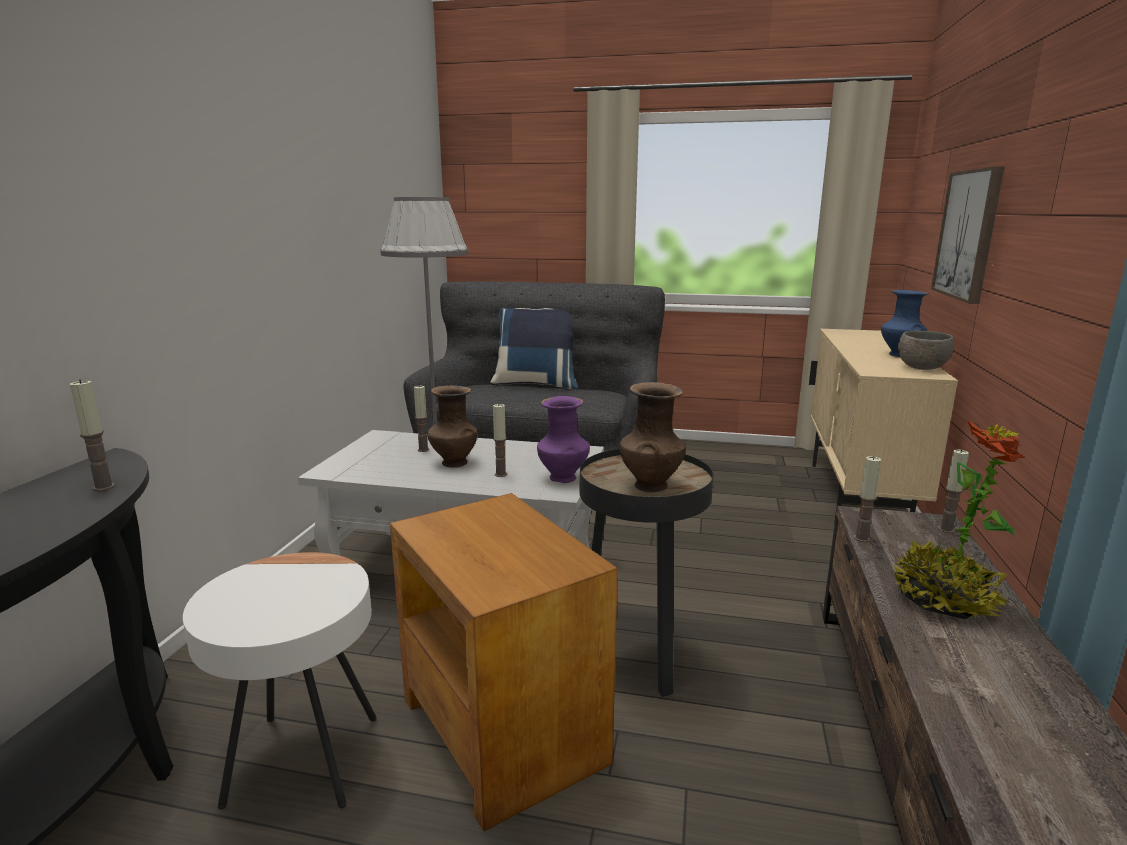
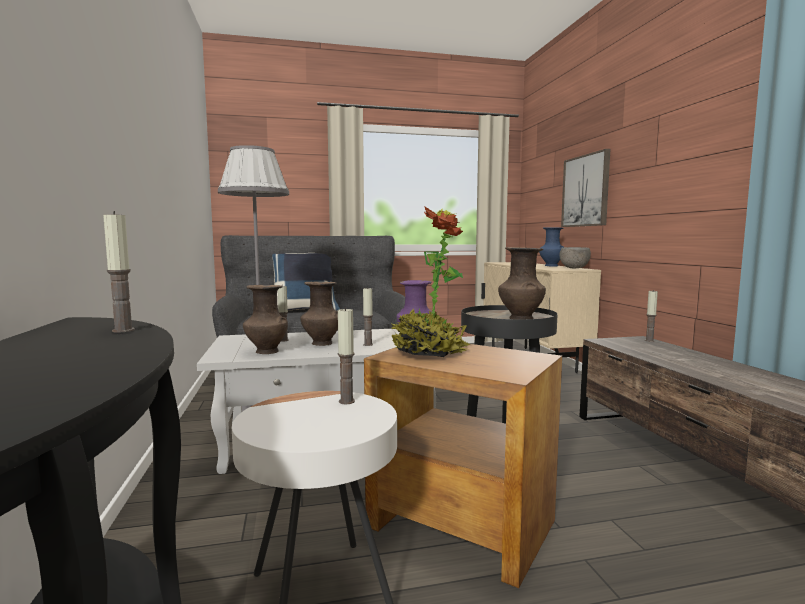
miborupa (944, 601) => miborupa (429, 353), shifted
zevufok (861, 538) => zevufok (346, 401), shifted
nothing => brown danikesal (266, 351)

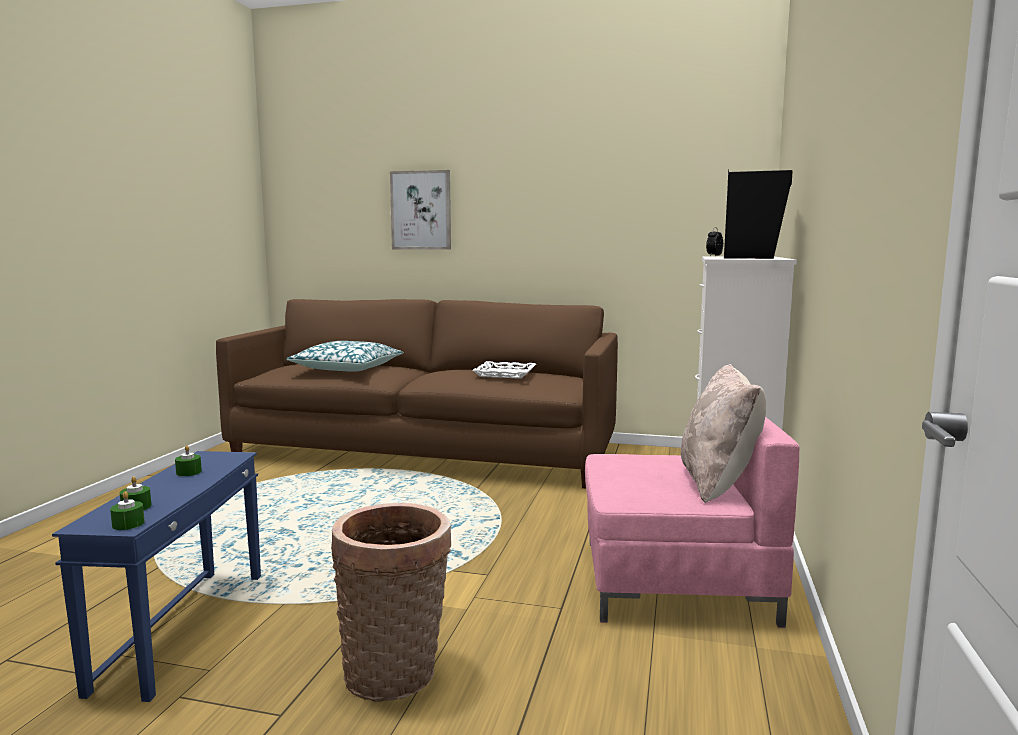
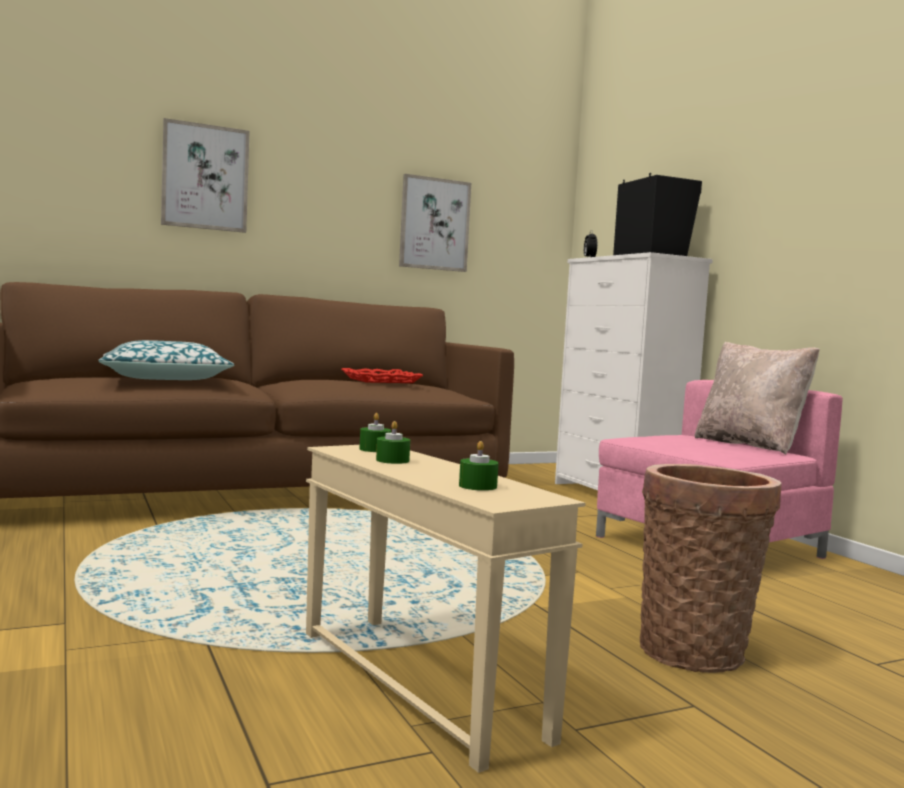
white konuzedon (505, 374) => red konuzedon (381, 380)
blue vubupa (185, 629) => beige vubupa (419, 683)
green zevufok (128, 524) => green zevufok (374, 449), shifted
nothing => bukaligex (434, 224)

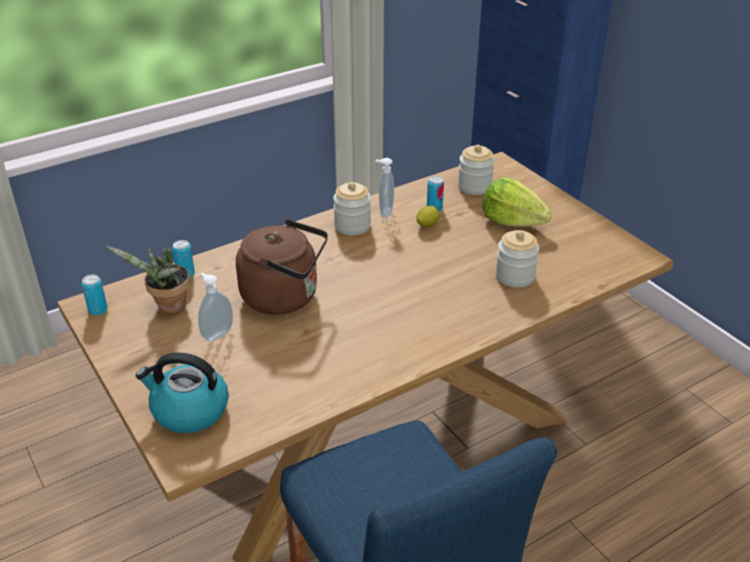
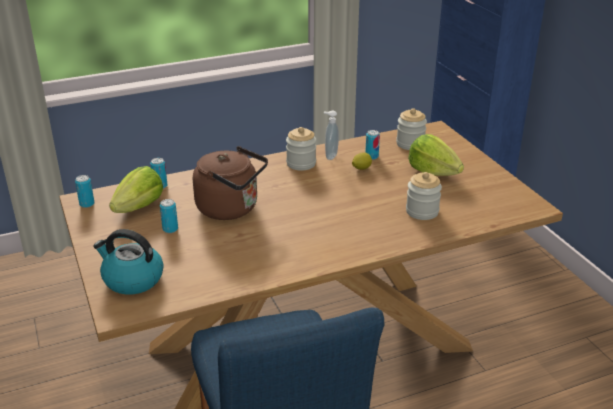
miborupa (168, 307) => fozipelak (139, 207)
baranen (216, 334) => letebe (170, 229)

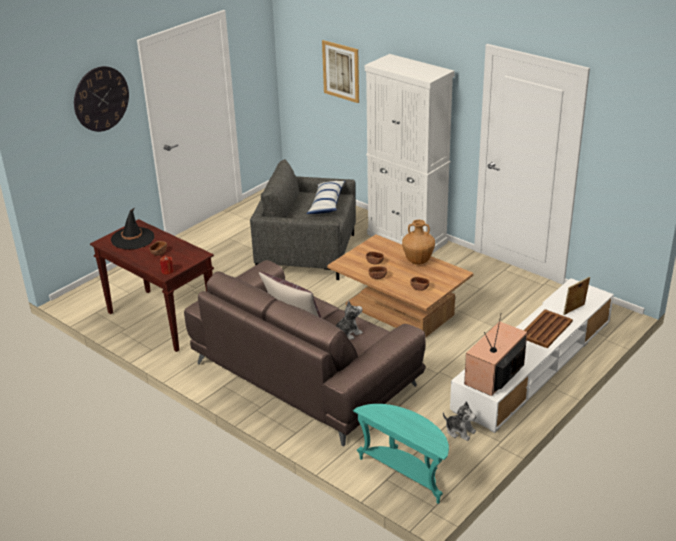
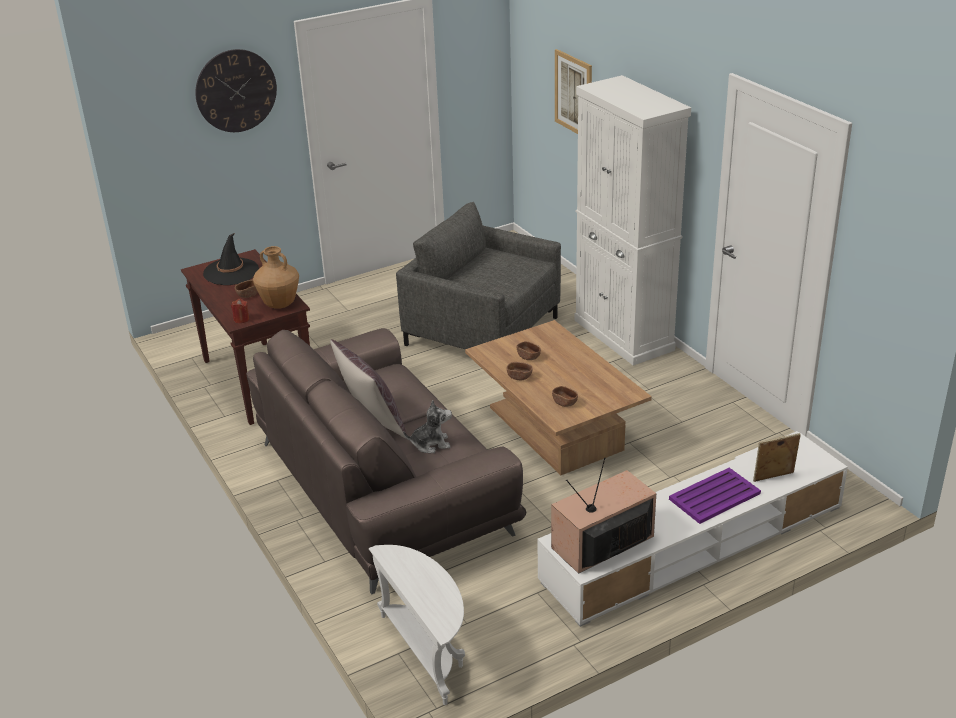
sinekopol (326, 203) => nothing
brown danikesal (418, 261) => brown danikesal (280, 304), shifted
brown konuzedon (546, 329) => purple konuzedon (715, 496)
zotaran (460, 431) => nothing
turquoise vubupa (405, 473) => white vubupa (427, 651)

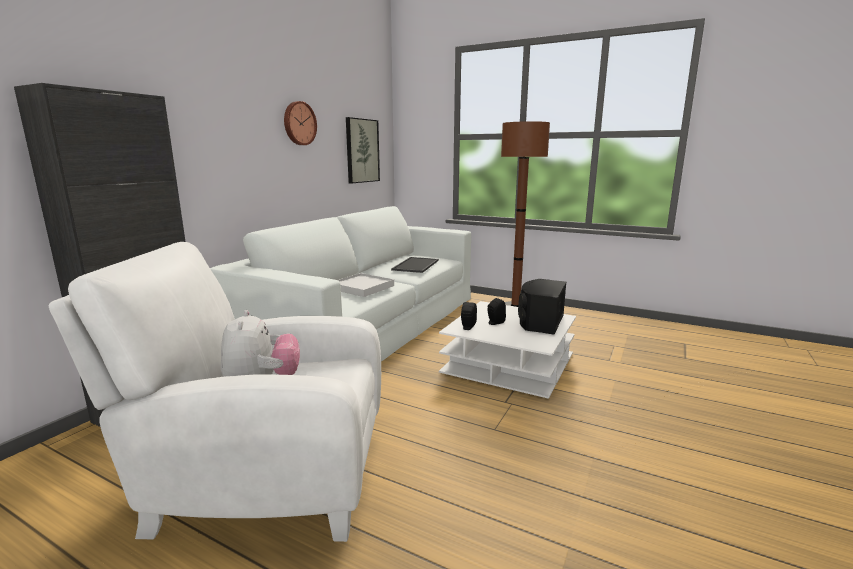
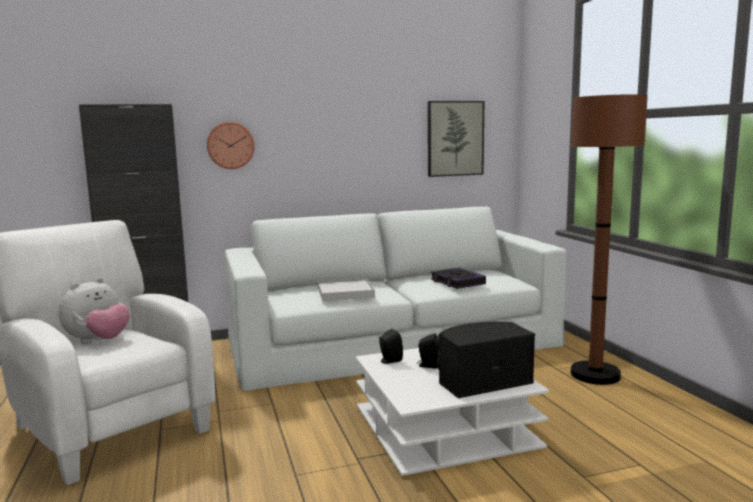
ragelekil (299, 123) => ragelekil (230, 145), shifted
konuzedon (416, 265) => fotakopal (457, 282)

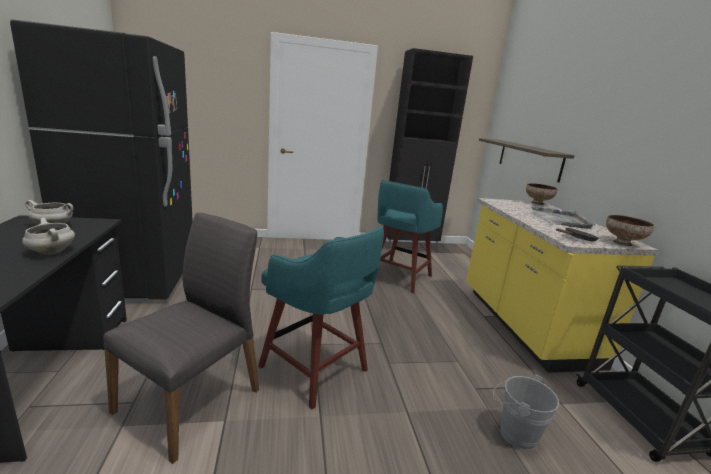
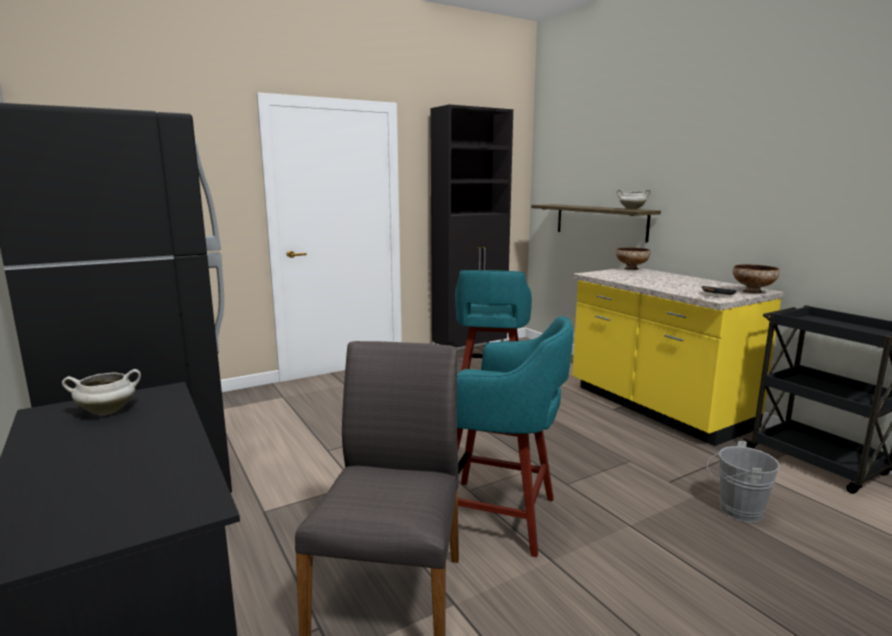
grey konuzedon (561, 220) => nothing
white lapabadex (51, 252) => white lapabadex (631, 209), shifted

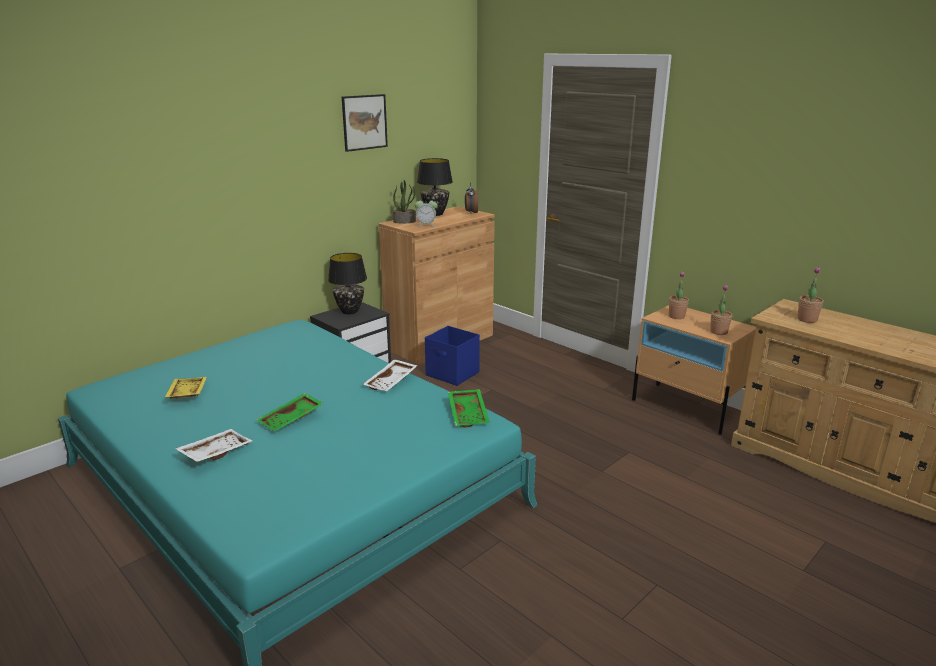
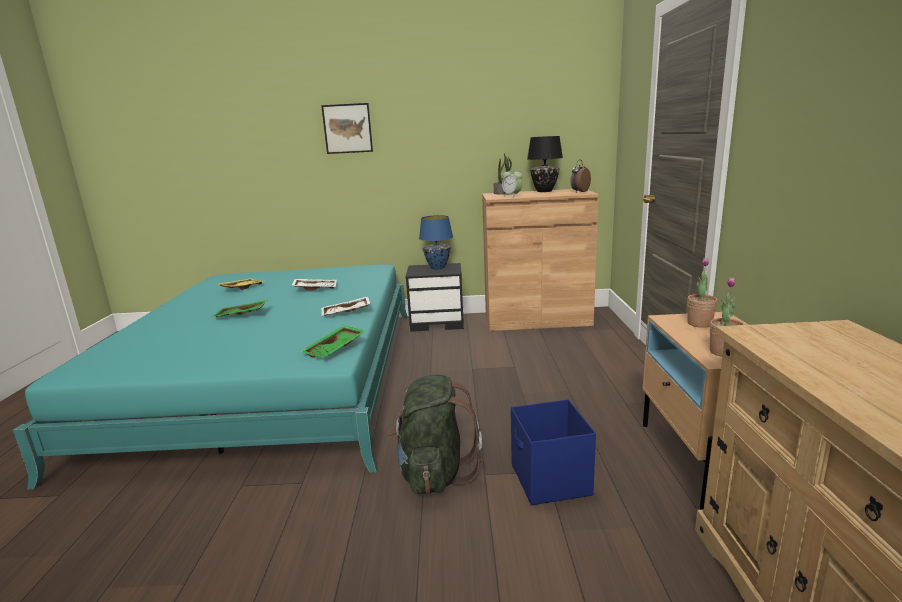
bukaligex (364, 122) => bukaligex (347, 128), shifted
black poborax (349, 311) => blue poborax (437, 267)
miborupa (807, 319) => nothing
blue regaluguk (453, 374) => blue regaluguk (550, 480), shifted
white konuzedon (215, 452) => white konuzedon (315, 288), shifted
nothing => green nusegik (434, 473)

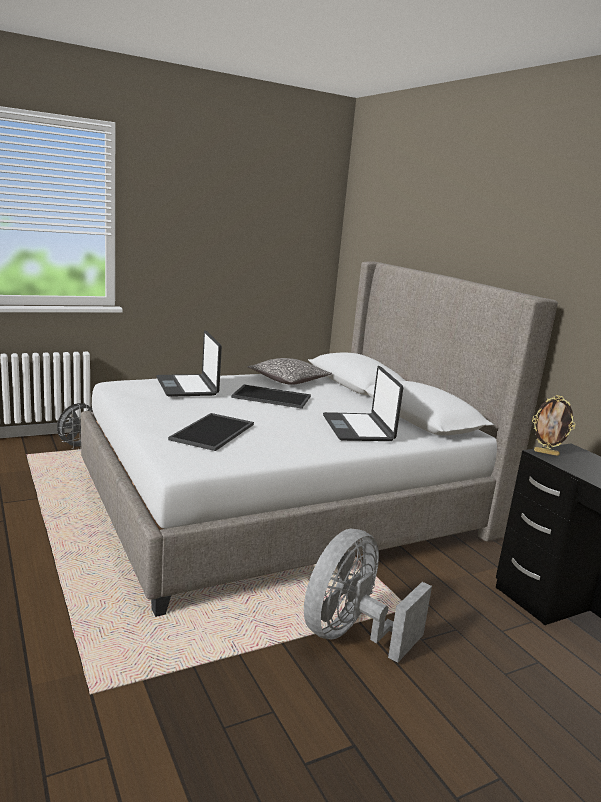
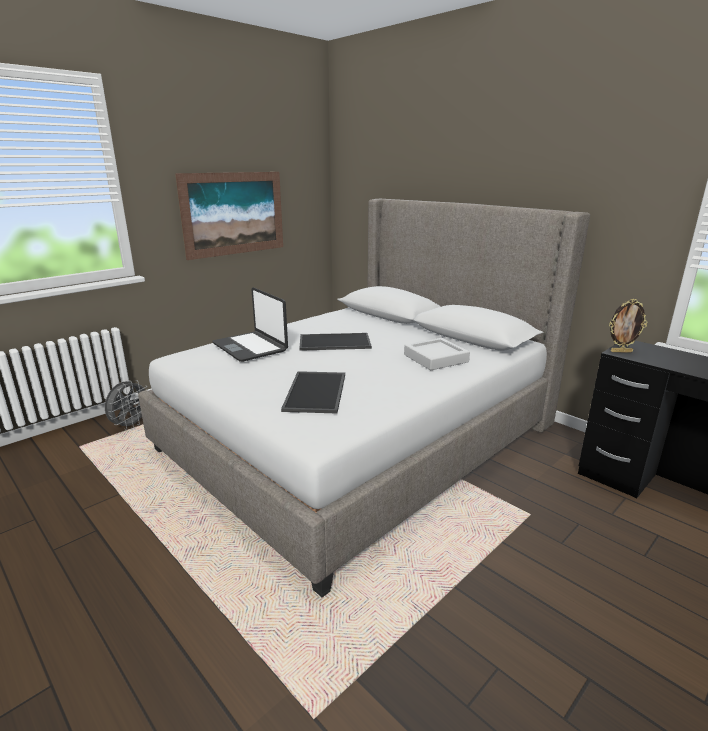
sinekopol (289, 380) => nothing
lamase (358, 428) => grey konuzedon (435, 358)
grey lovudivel (351, 634) => nothing
nothing => bukaligex (234, 213)

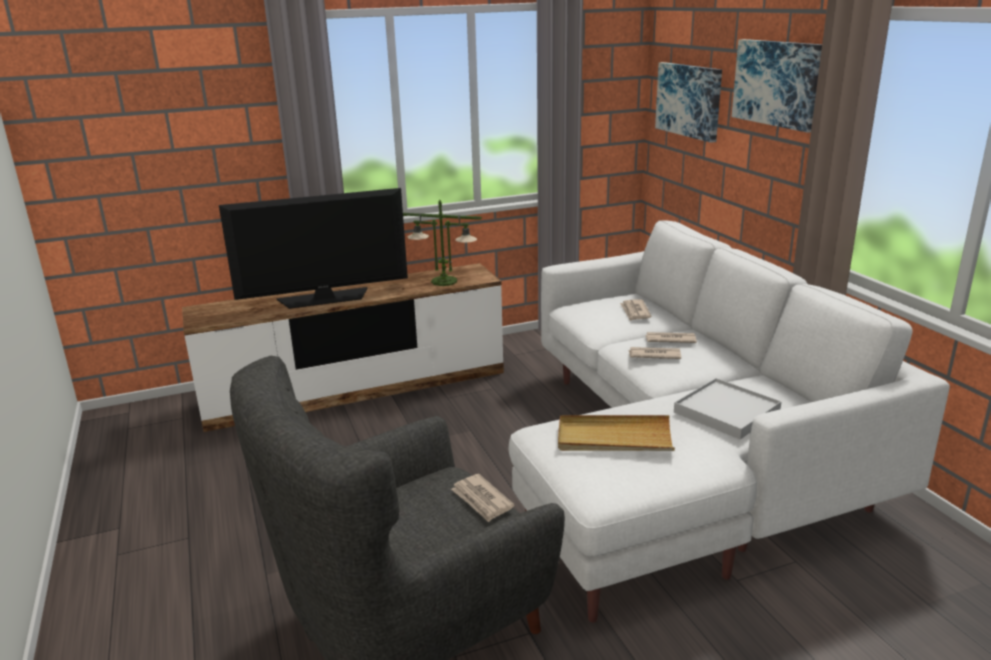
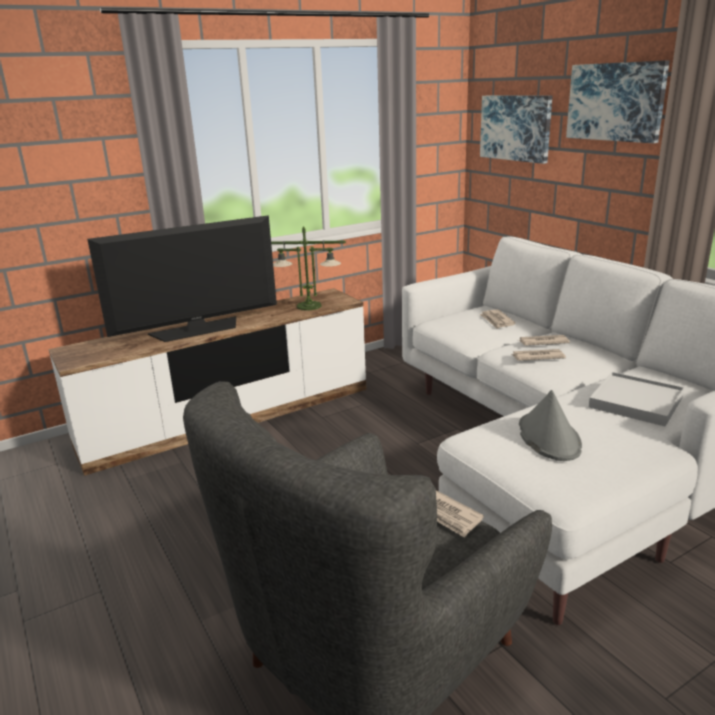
beige konuzedon (614, 438) => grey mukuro (548, 437)

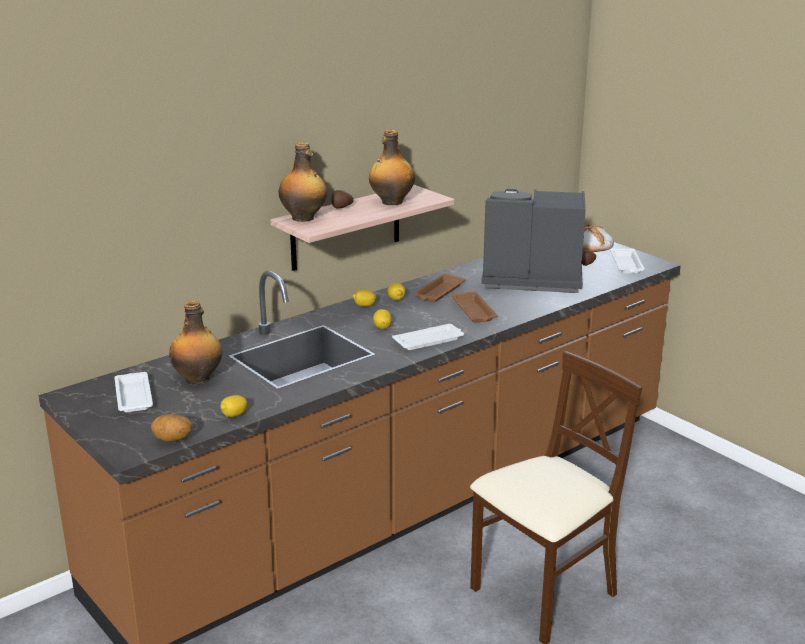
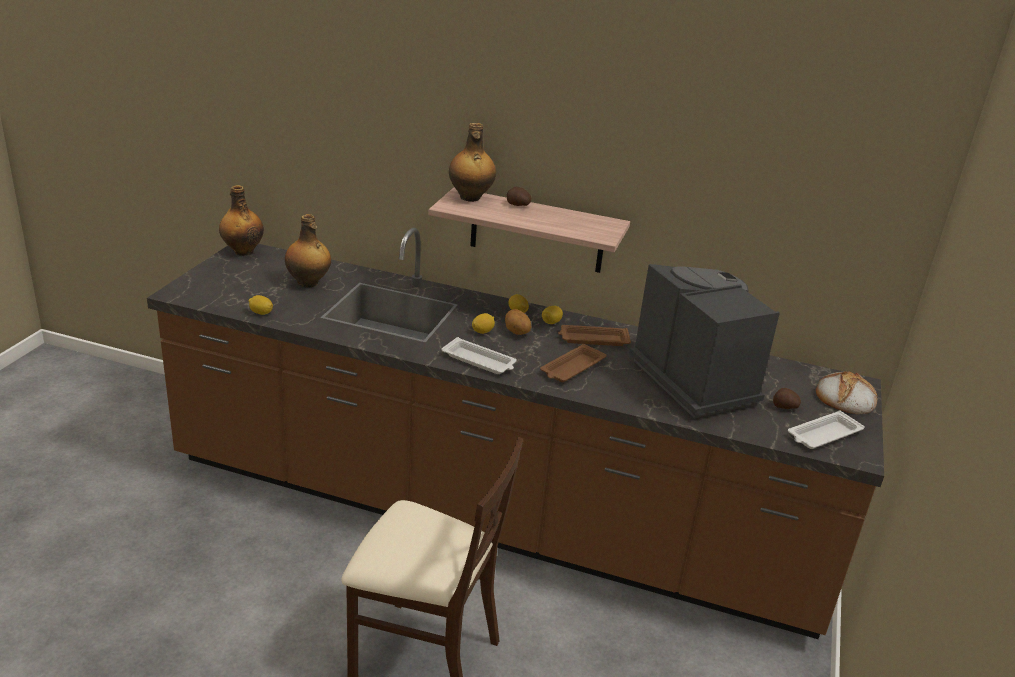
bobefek (391, 202) => bobefek (243, 251), shifted
white konuzedon (133, 396) => nothing
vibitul (173, 440) => vibitul (516, 333), shifted

